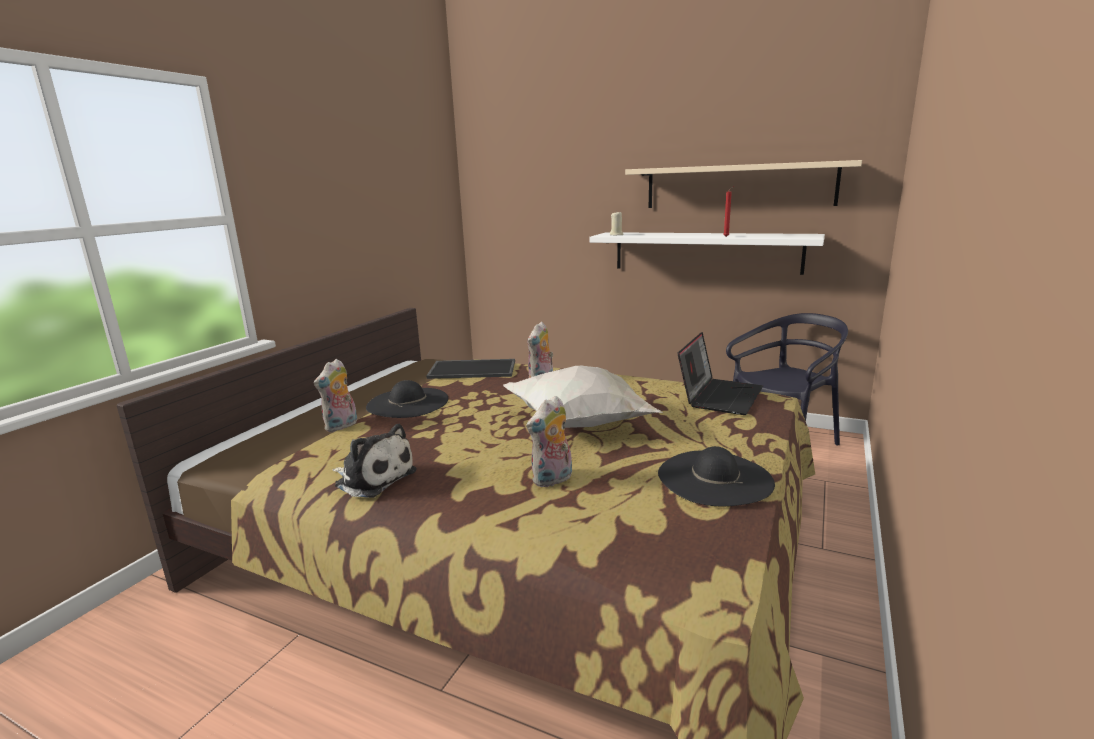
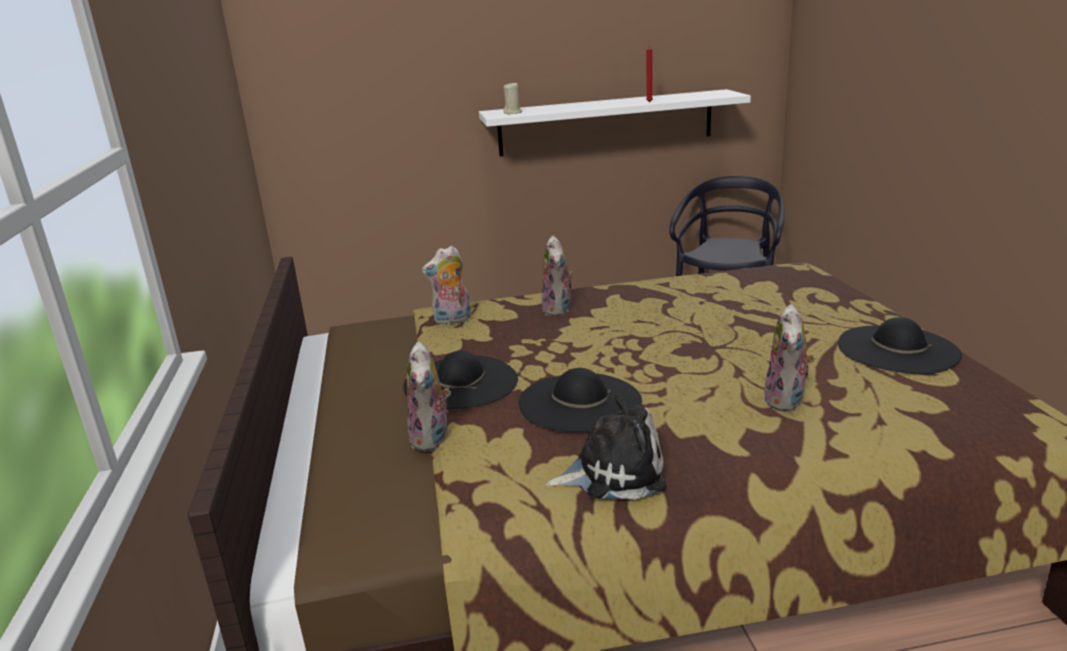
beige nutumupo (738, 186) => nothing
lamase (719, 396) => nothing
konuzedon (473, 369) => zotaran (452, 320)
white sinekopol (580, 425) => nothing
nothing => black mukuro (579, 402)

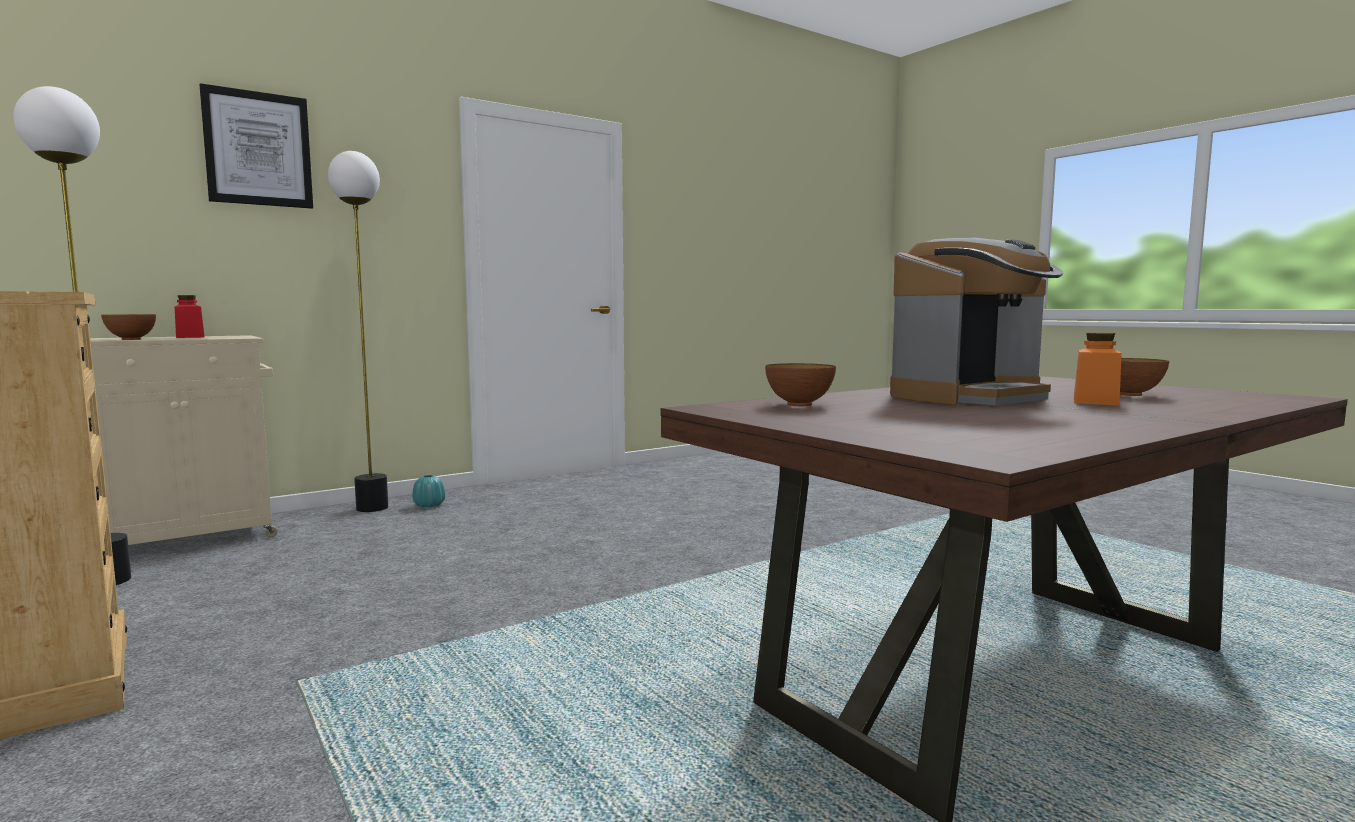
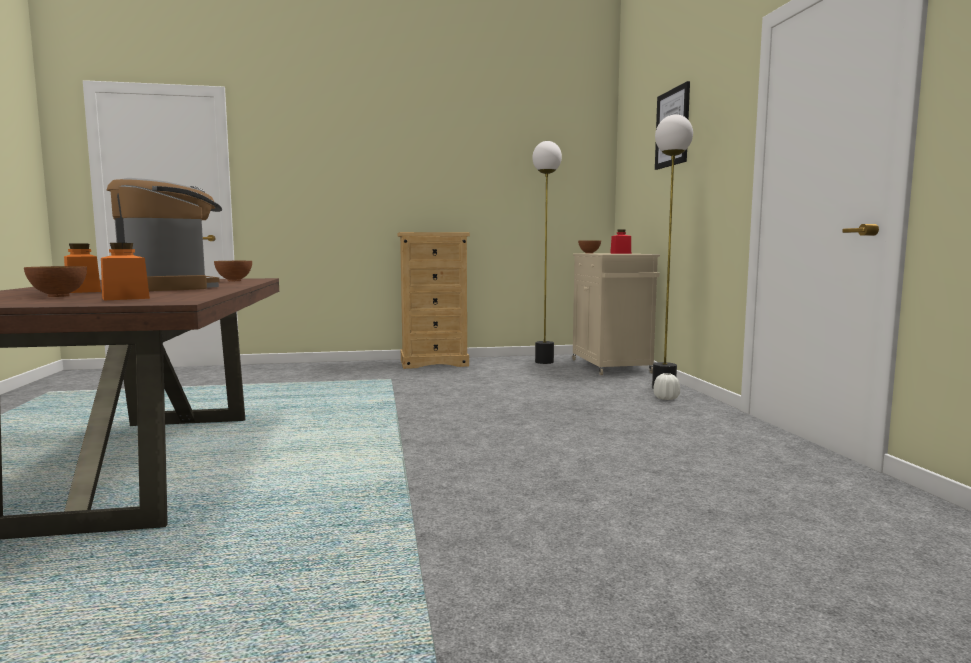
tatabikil (969, 397) => tatabikil (170, 287), 150 degrees clockwise
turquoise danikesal (429, 505) => white danikesal (666, 398)
nothing => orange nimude (125, 298)

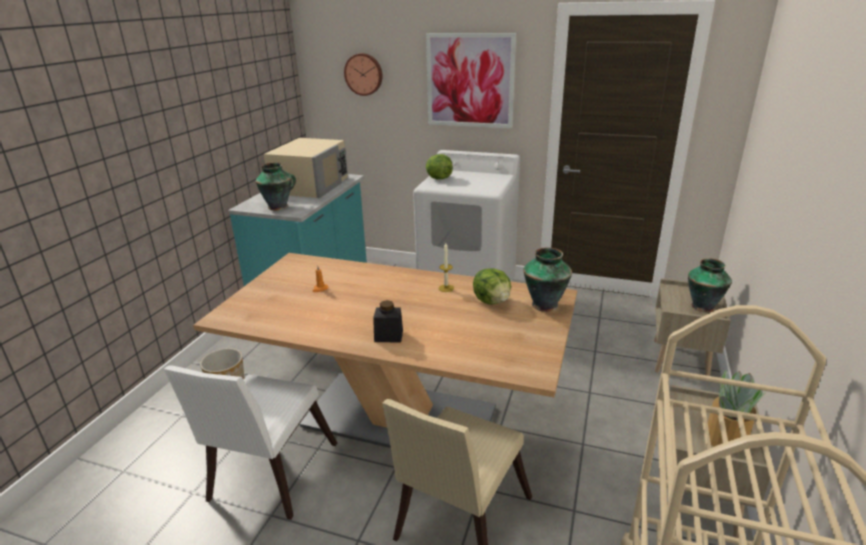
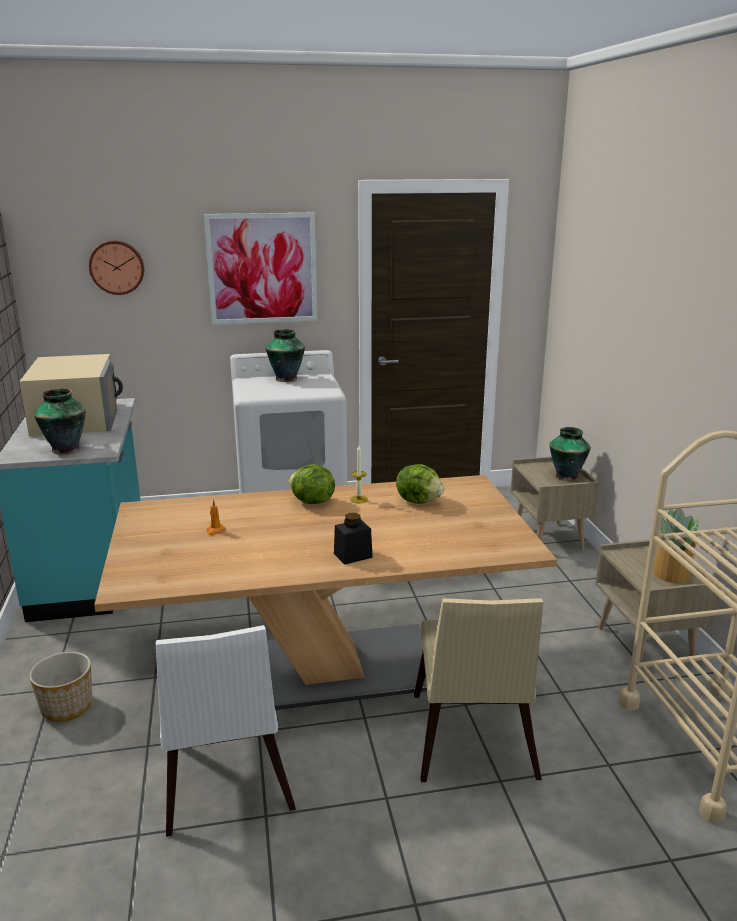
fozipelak (438, 178) => fozipelak (311, 502), shifted
danikesal (545, 304) => danikesal (286, 379), shifted

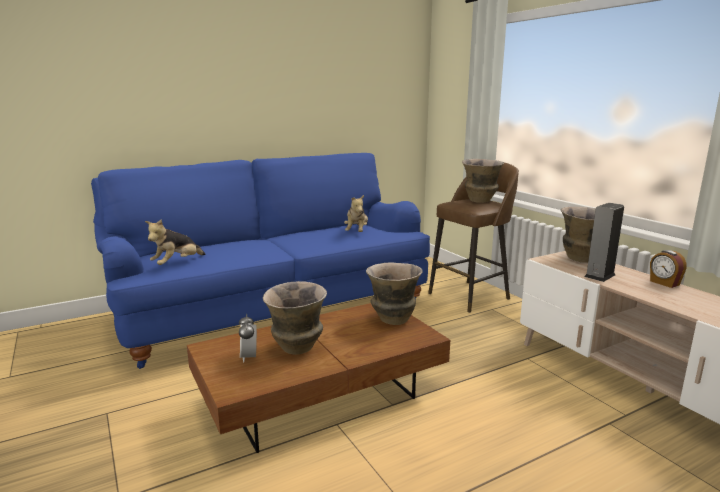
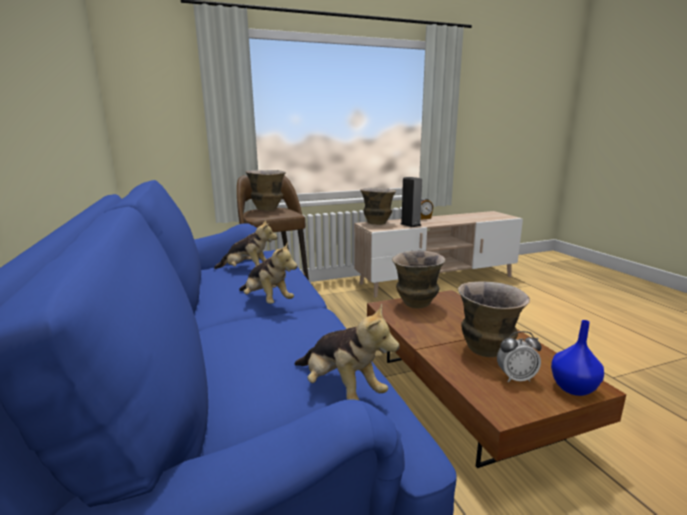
nothing => zotaran (266, 301)
nothing => blue danikesal (574, 388)

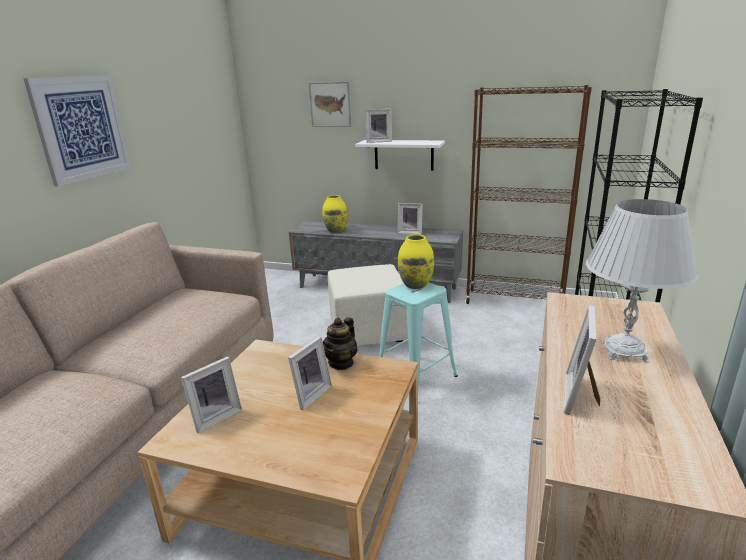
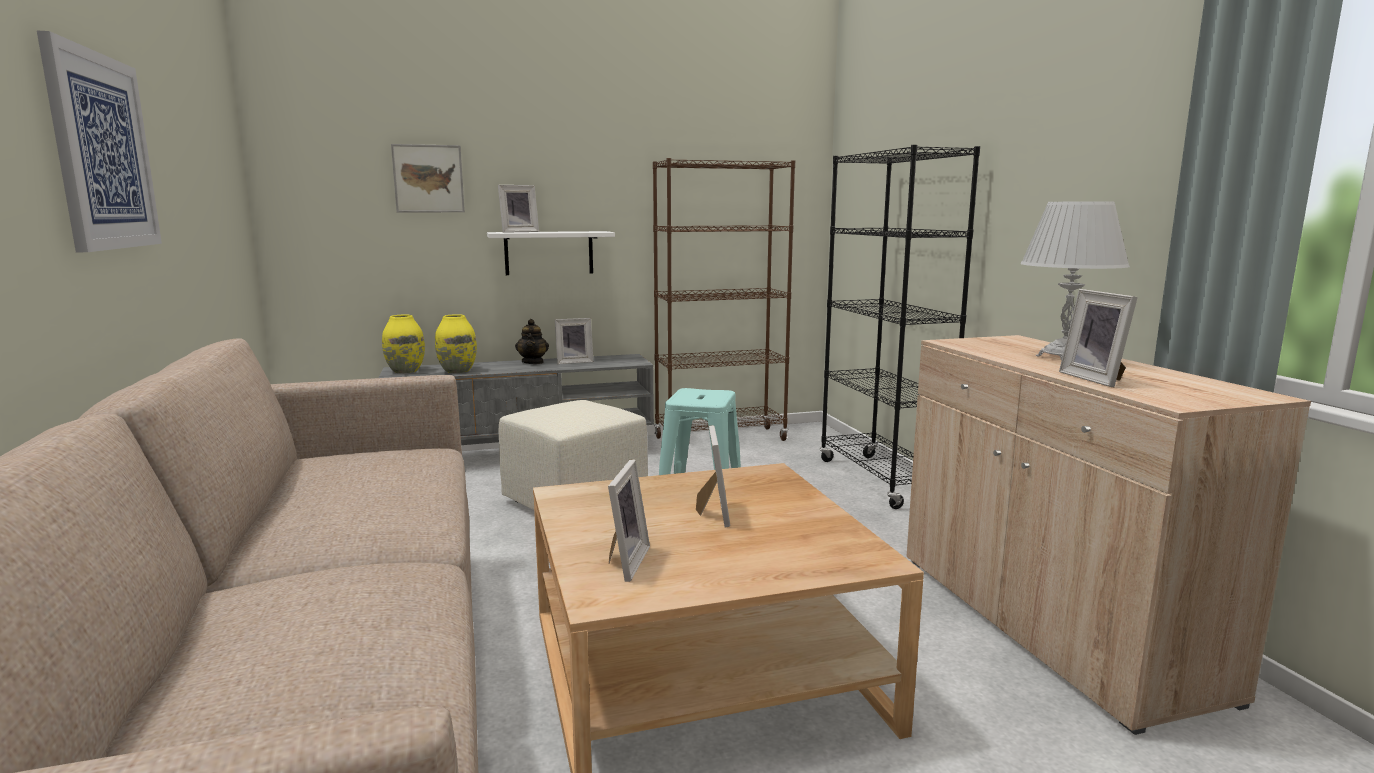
yellow danikesal (415, 285) => yellow danikesal (405, 371), shifted
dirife (341, 363) => dirife (533, 362), shifted

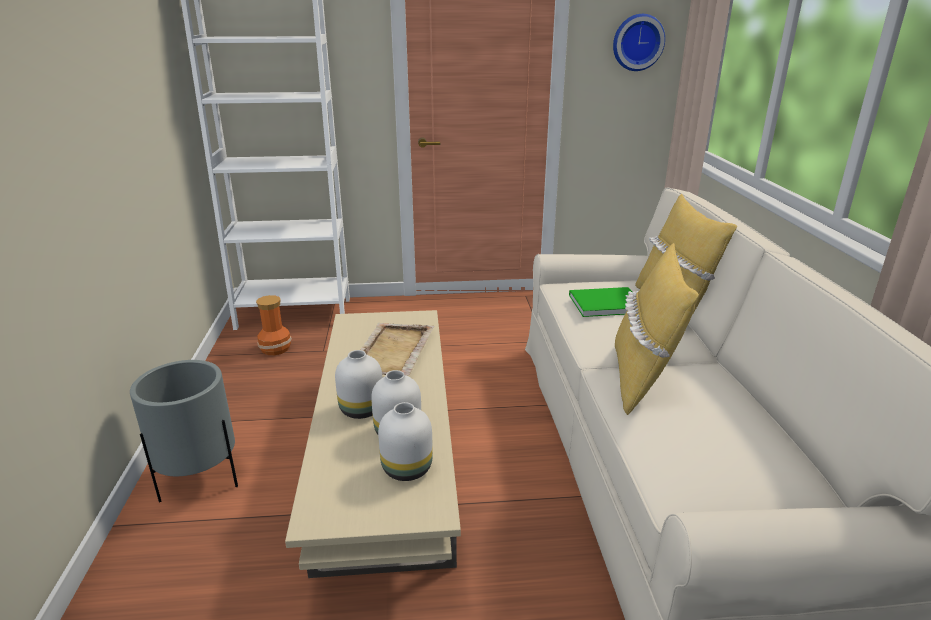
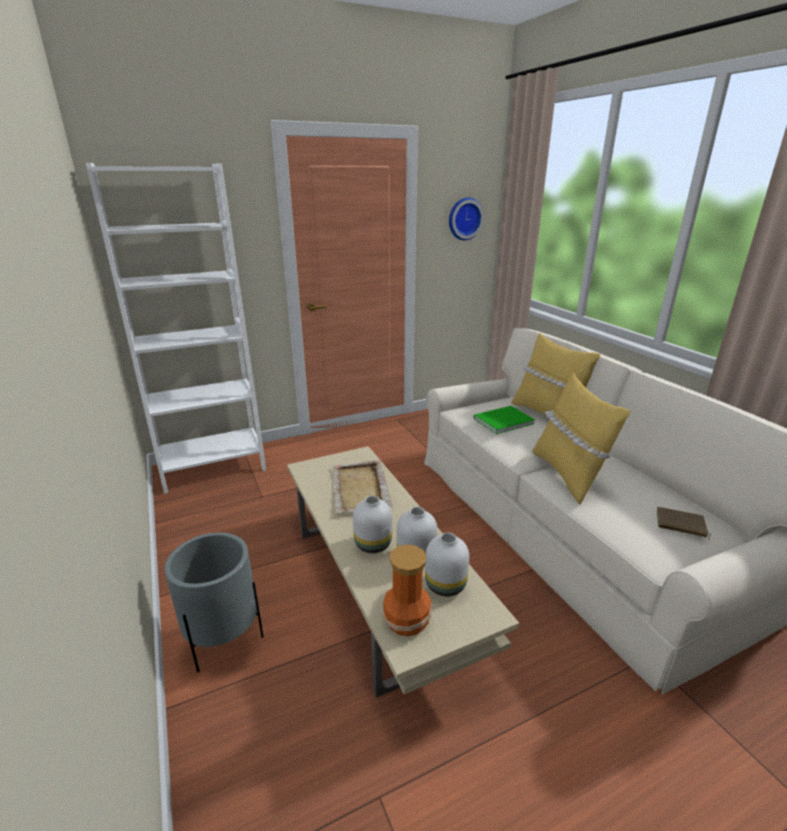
danikesal (275, 349) => danikesal (407, 620), shifted
nothing => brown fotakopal (680, 525)

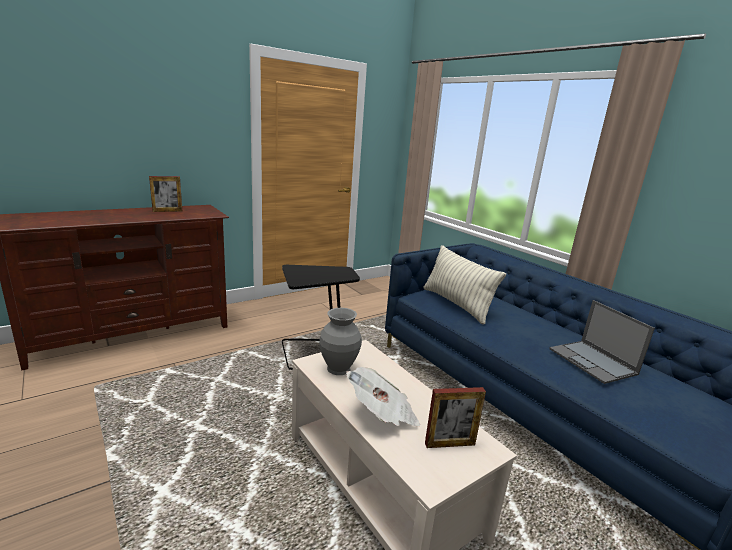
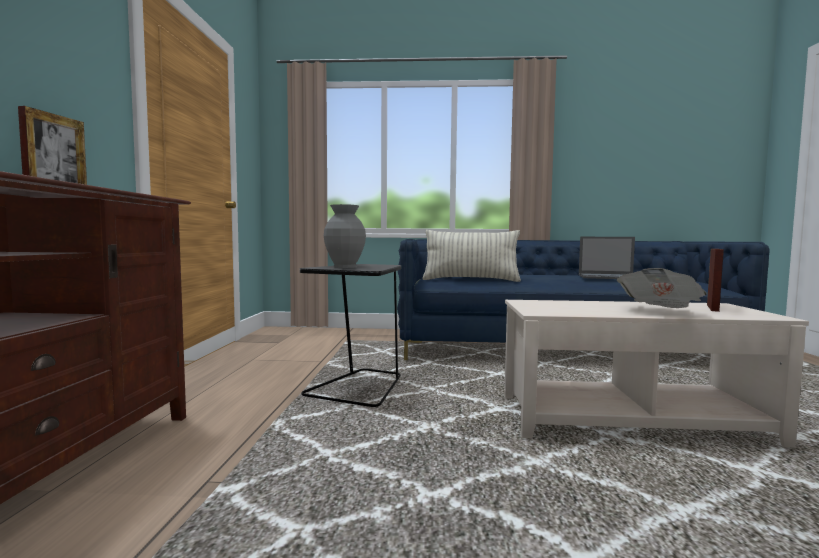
grey danikesal (338, 368) => grey danikesal (344, 267), shifted

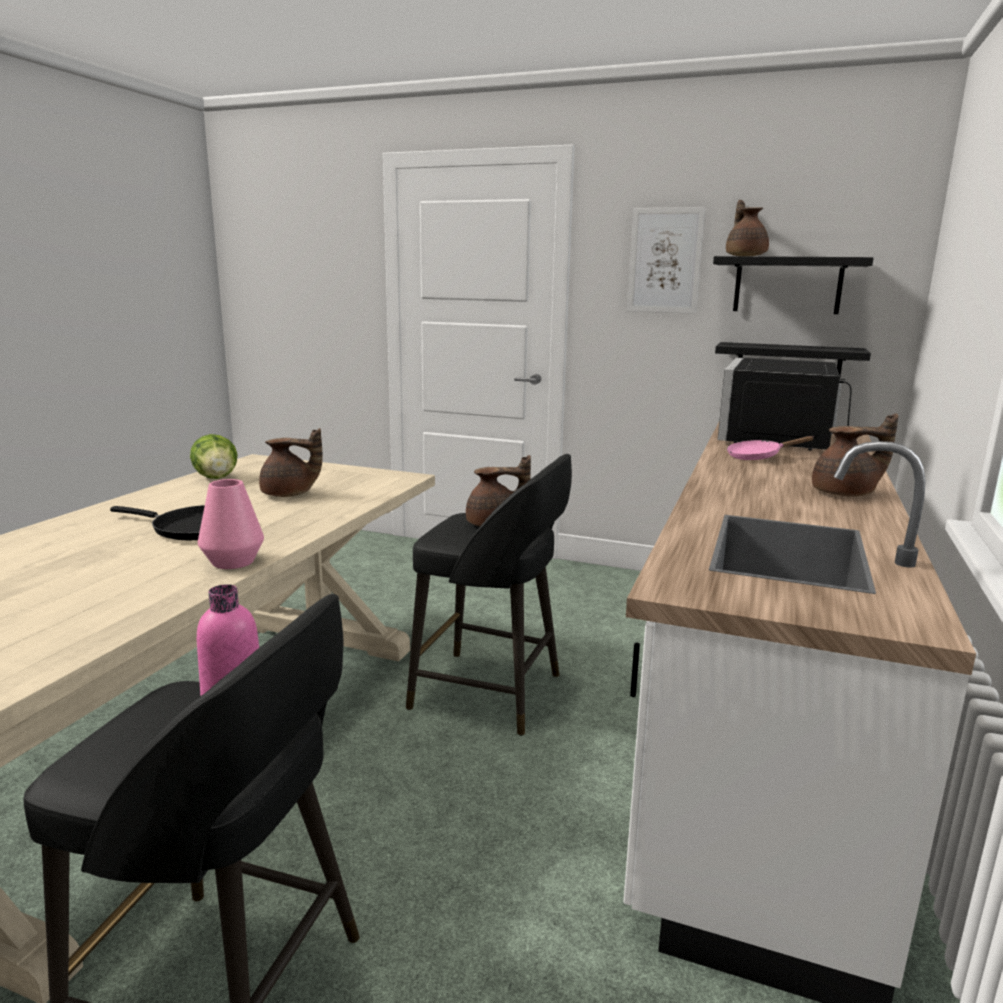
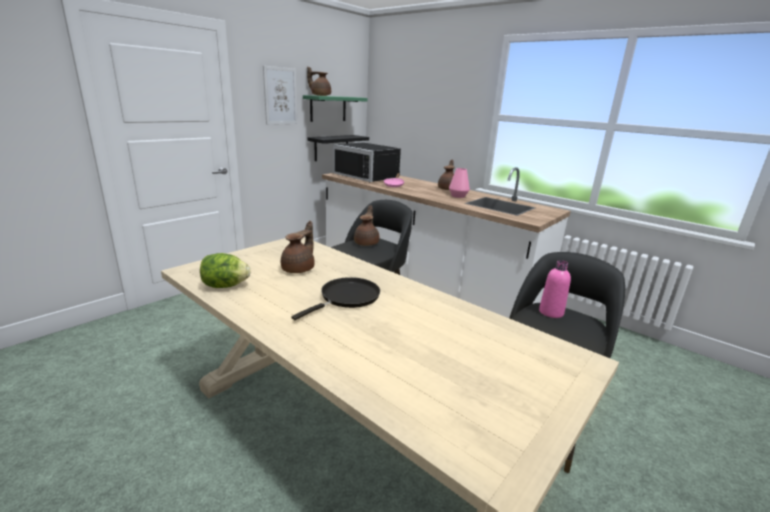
black nutumupo (787, 285) => green nutumupo (328, 108)
pink danikesal (233, 562) => pink danikesal (458, 196), shifted

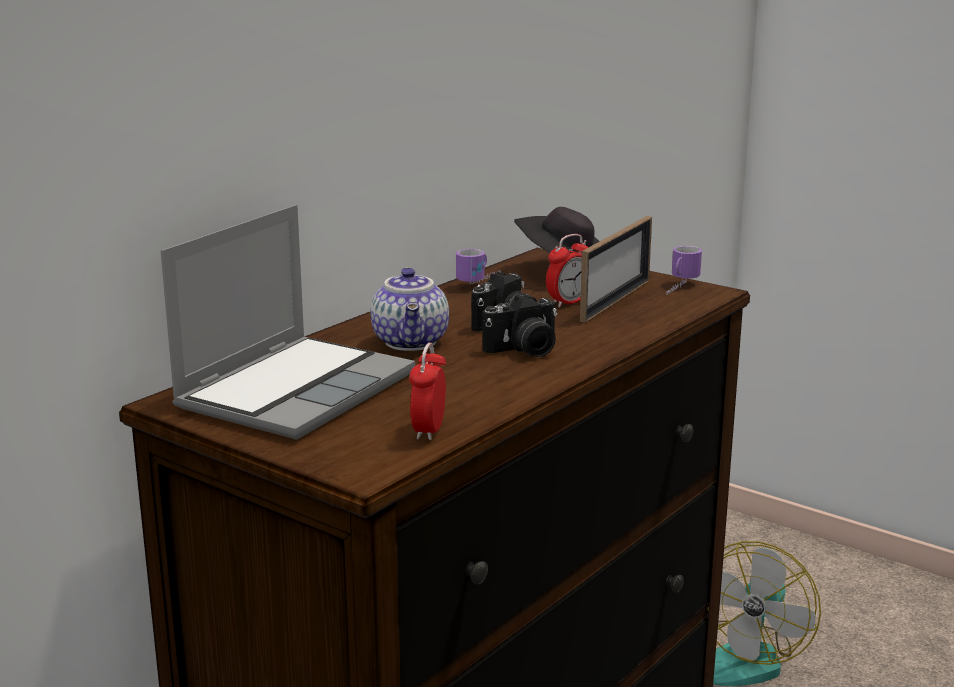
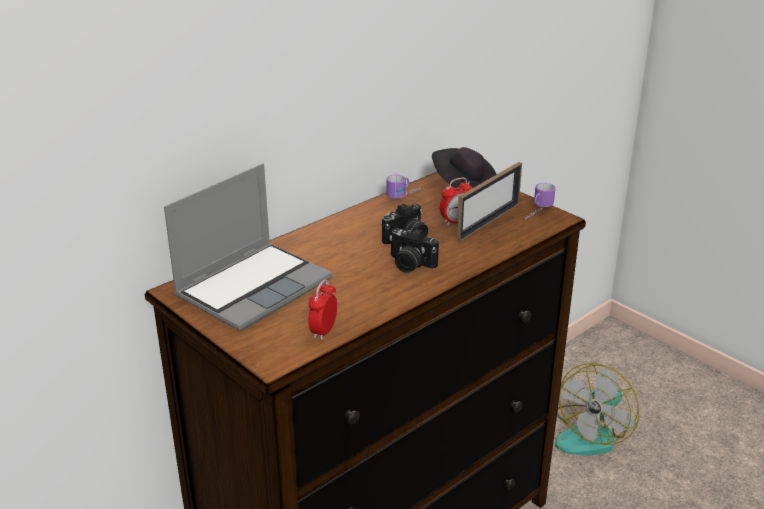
dirife (412, 342) => nothing
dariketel (524, 350) => dariketel (409, 264), 45 degrees clockwise

